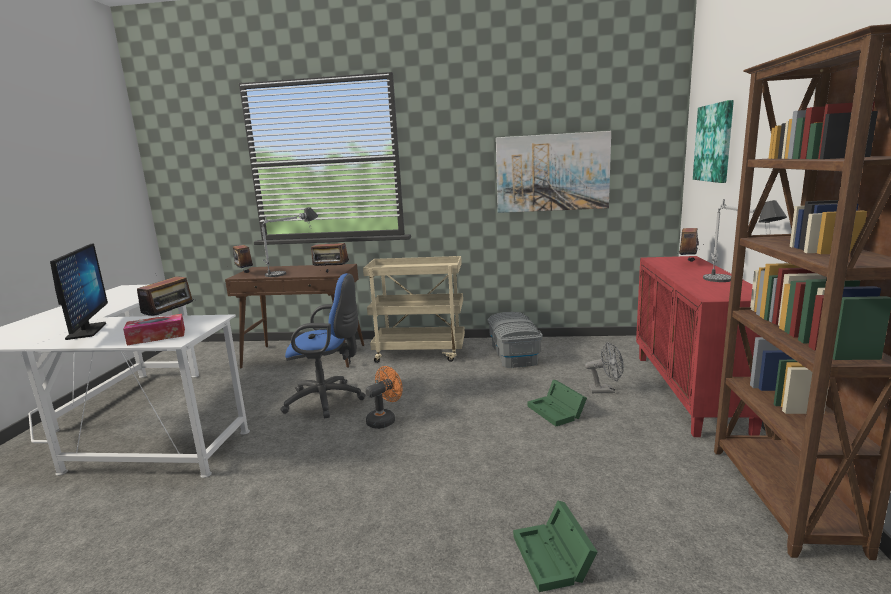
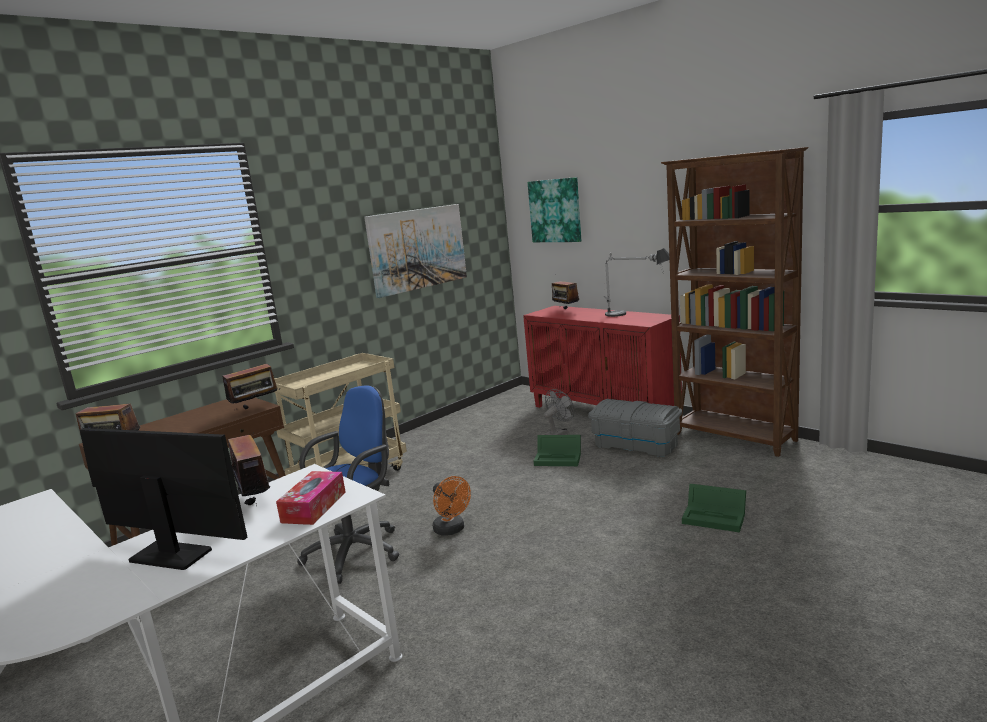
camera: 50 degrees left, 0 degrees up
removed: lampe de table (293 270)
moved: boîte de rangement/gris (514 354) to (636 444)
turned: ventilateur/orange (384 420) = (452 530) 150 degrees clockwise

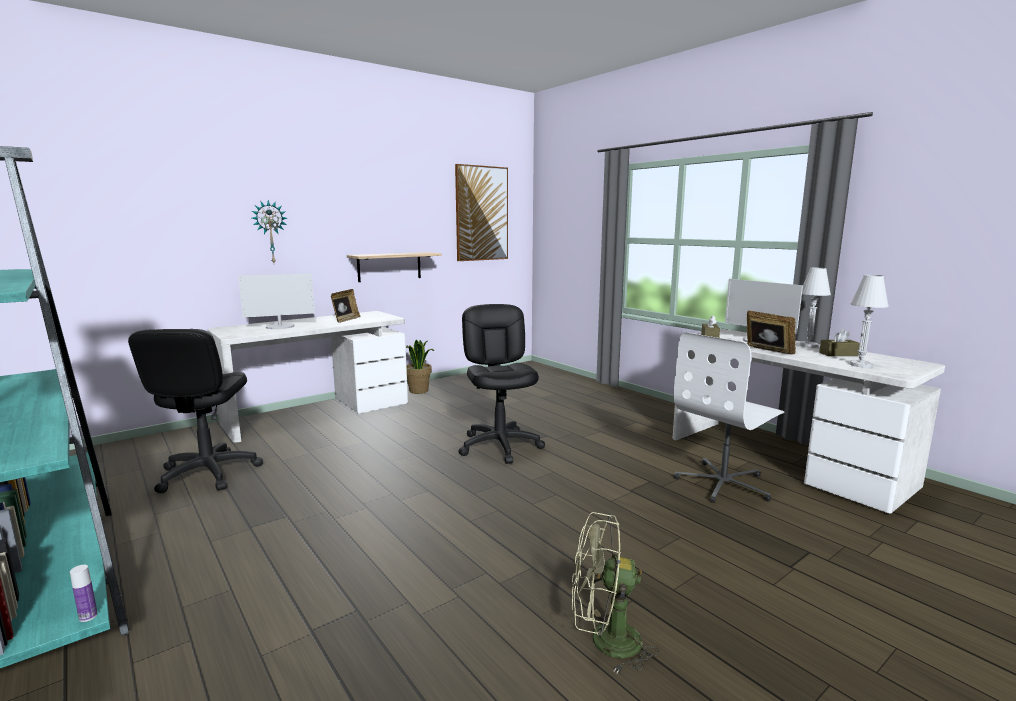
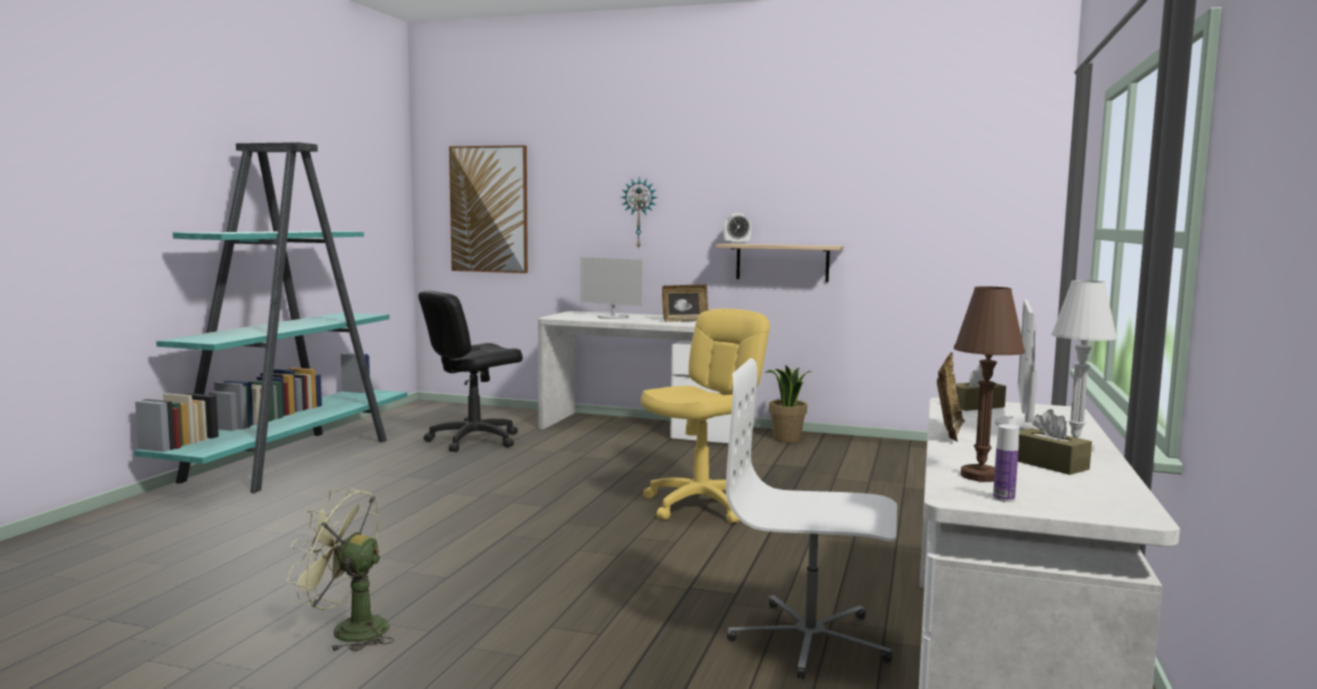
camera: 55 degrees right, 5 degrees down
added: réveil (736 243)
moved: bouteille (88 616) to (1003 498); tableau (481 213) to (489 209)
recoloured: chaise de bureau/noir (500 446) to chaise de bureau/jaune (701 505); lampe de table/blanc (860 365) to lampe de table/marron (980 476)
turned: ventilateur/vert (604 642) = (348 630) 45 degrees counterclockwise

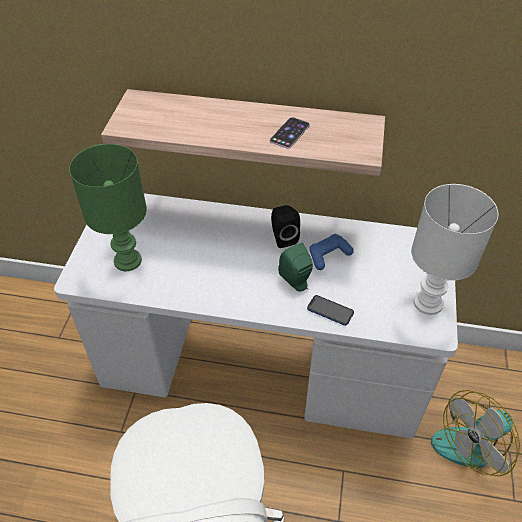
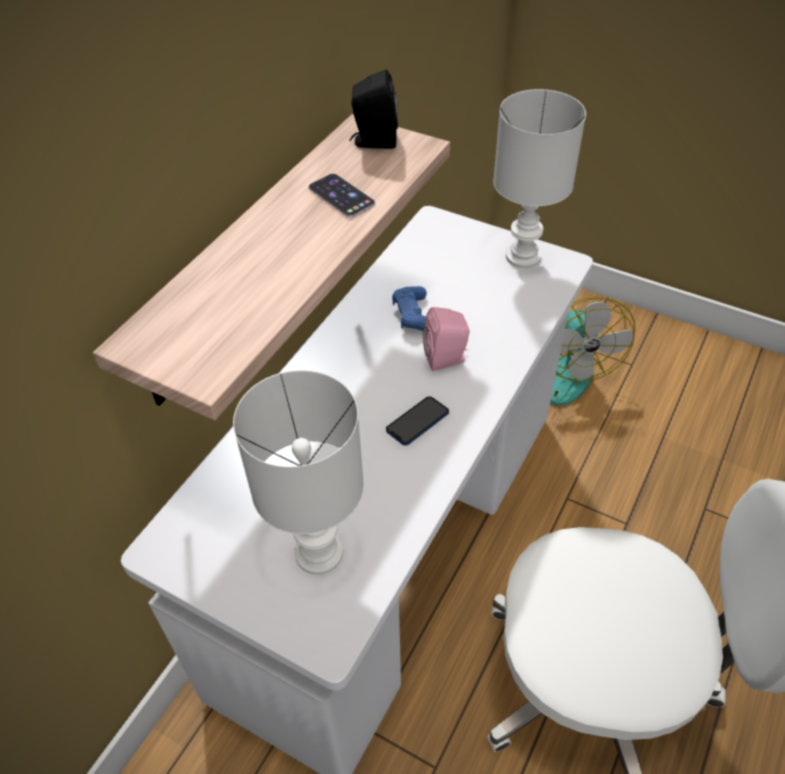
camera: 70 degrees left, 0 degrees up
moved: enceinte/noir (283 237) to (373 142); téléphone (330 311) to (417 422)
recoloured: lampe de table/vert (127 260) to lampe de table/blanc (317 553); enceinte/vert (296 282) to enceinte/rose (447 359)

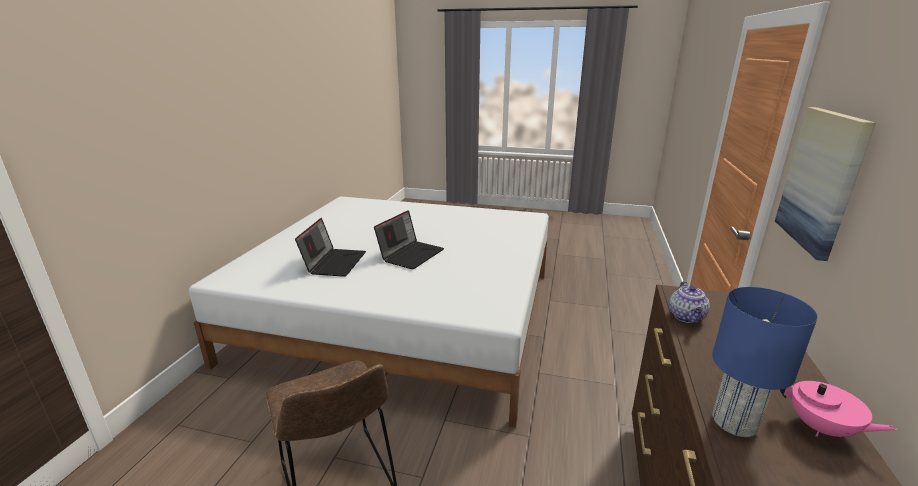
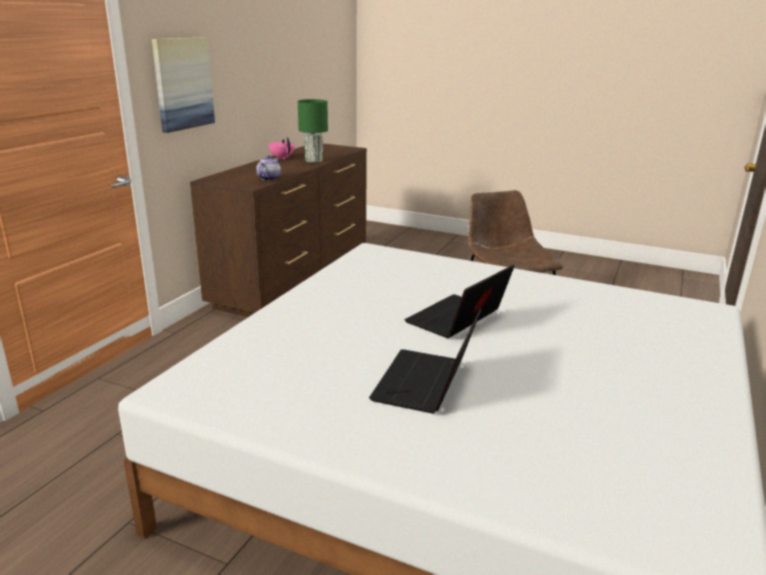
camera: 170 degrees left, 0 degrees up
moved: ordinateur portable (334 262) to (426 384)
recoloured: lampe de table/bleu (734 421) to lampe de table/vert (313 161)

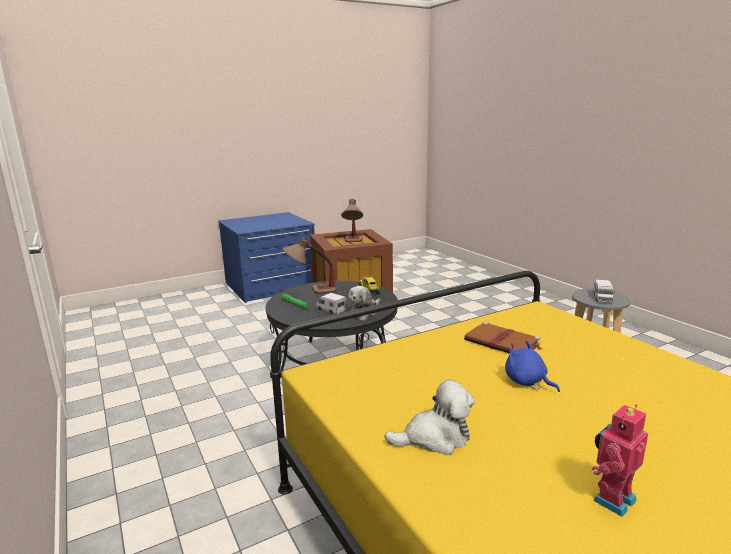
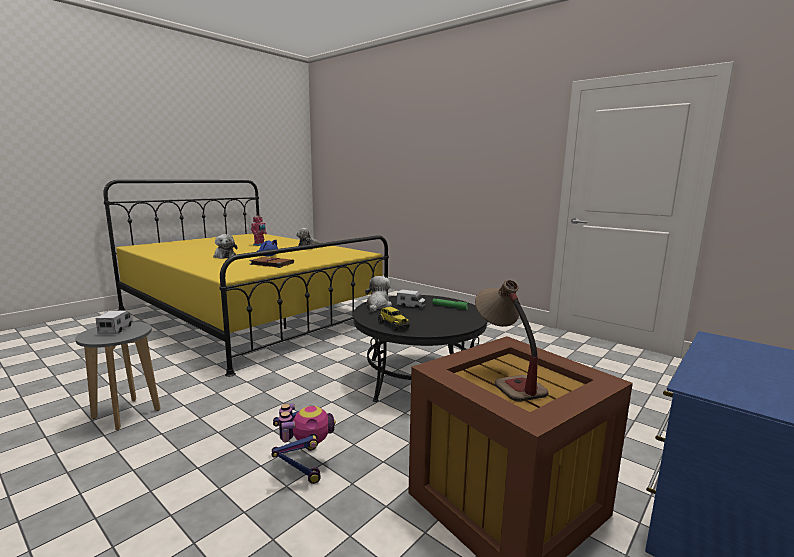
camera: 160 degrees right, 5 degrees down
removed: lampe de table (311 291)
added: peluche (224 256); robot jouet (303 464)

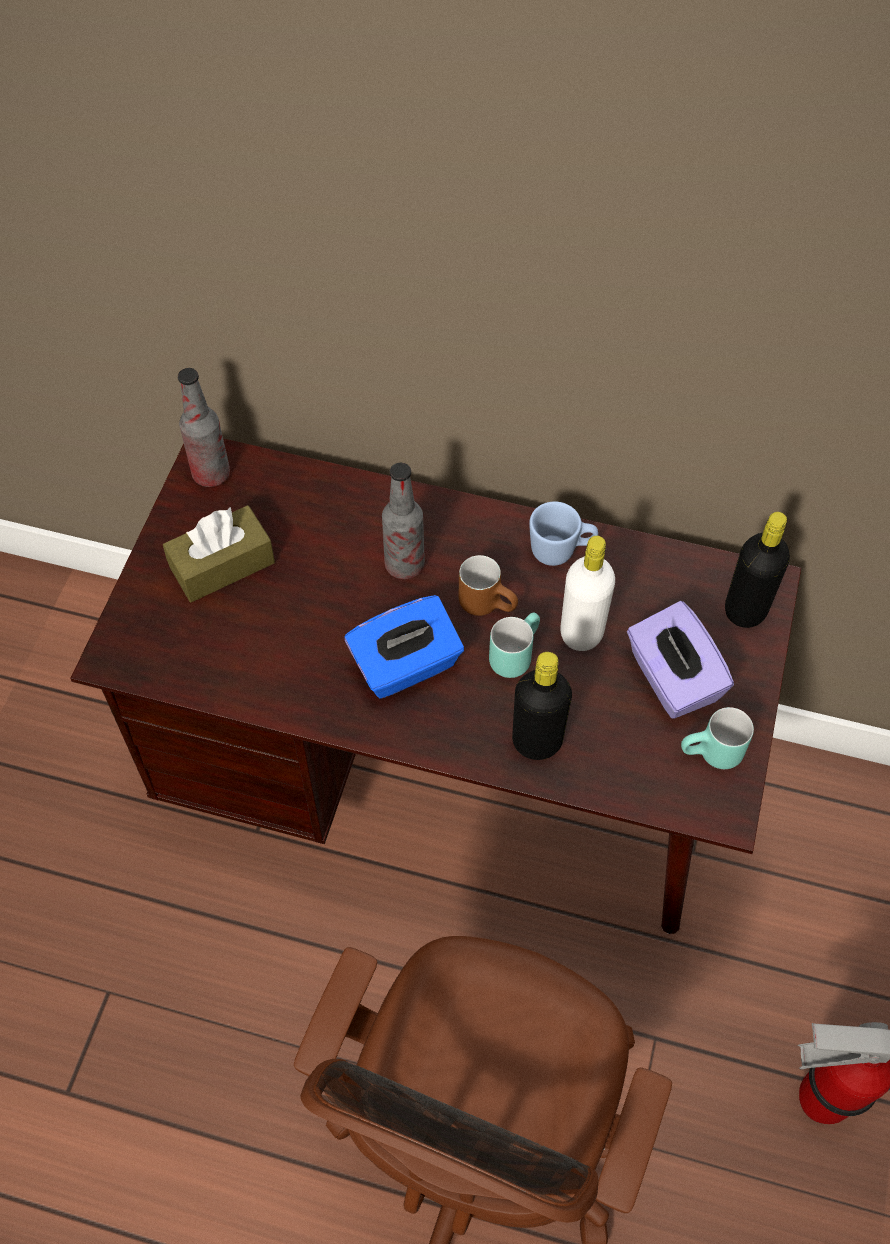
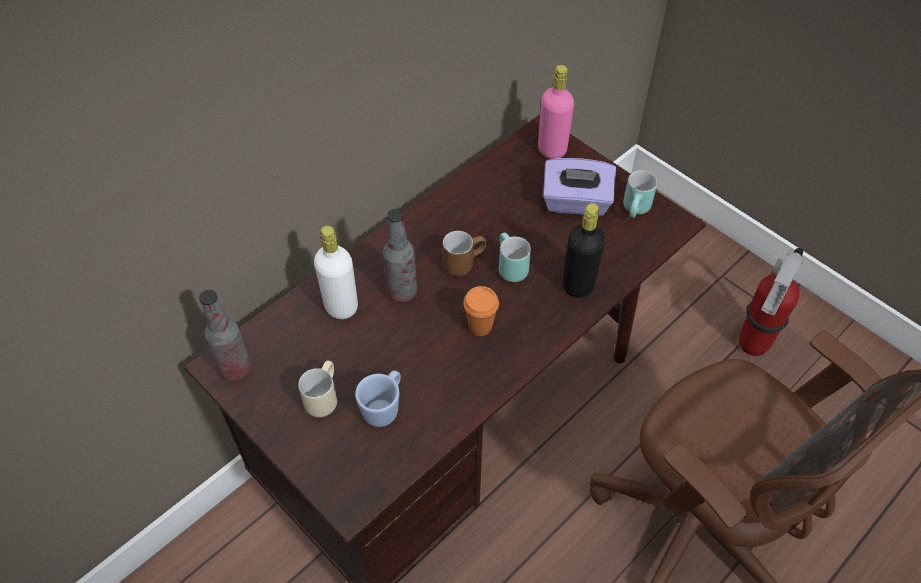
camera: 60 degrees left, 5 degrees down
moved: mug/bleu (561 551) to (384 407); bouteille/blanc (581 633) to (341 307)
replaced: boîte à mouchoirs/marron (222 565) to mug/beige (321 396); boîte à mouchoirs/bleu (406 666) to tasse/orange (480 326)
recoloured: bouteille/noir (745 610) to bouteille/rose (552 149)

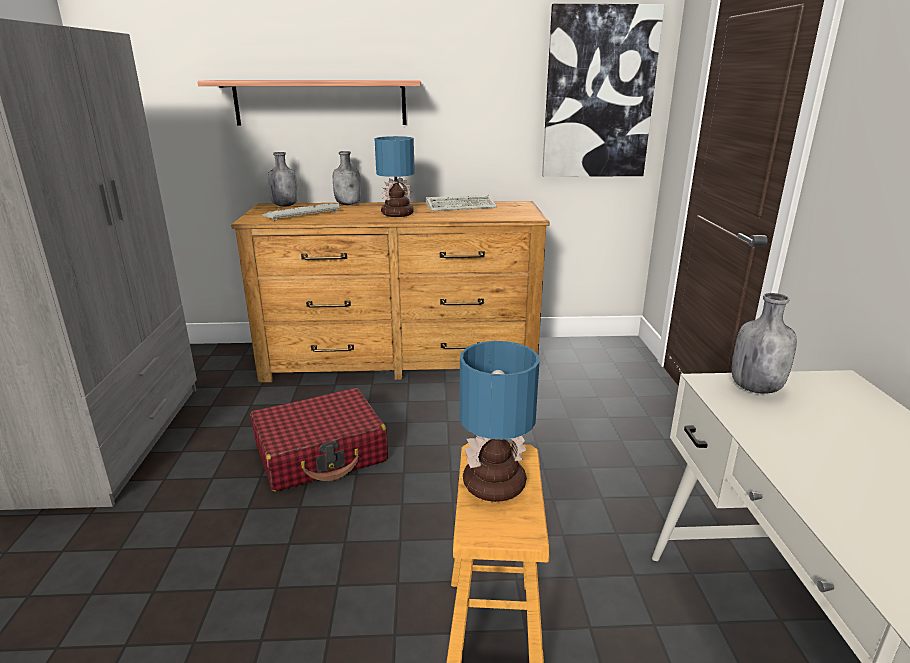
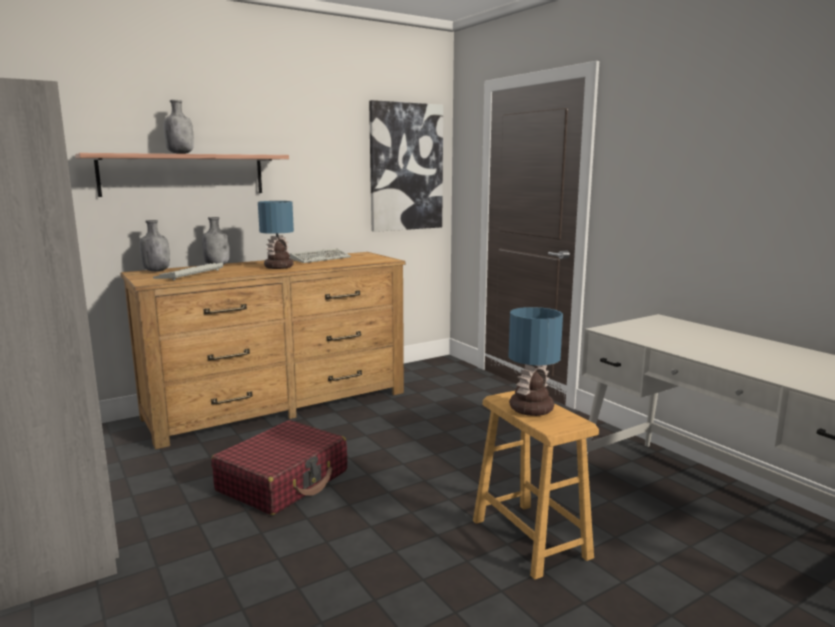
camera: 30 degrees left, 10 degrees down
moved: bouteille/gris (755 387) to (180 153)

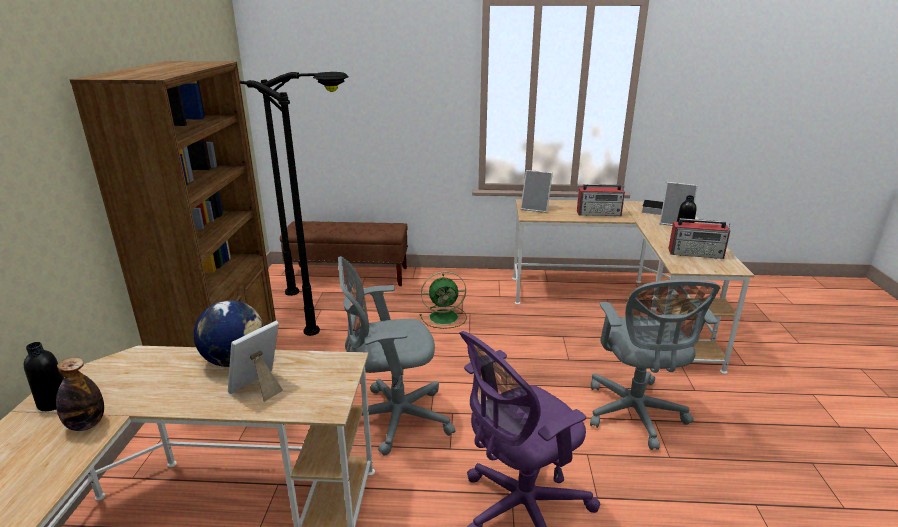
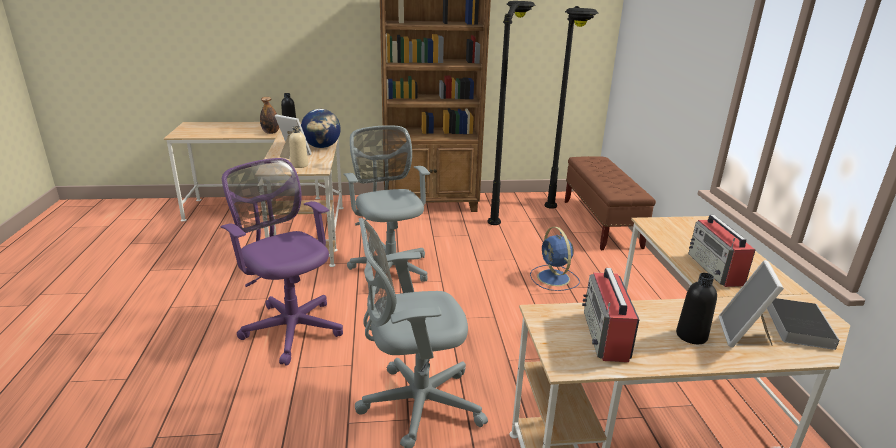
camera: 80 degrees right, 0 degrees up
removed: cadre photo (536 208)
added: bouteille/beige (299 165)
recoloured: ventilateur/vert (445 317) to ventilateur/bleu (554 278)

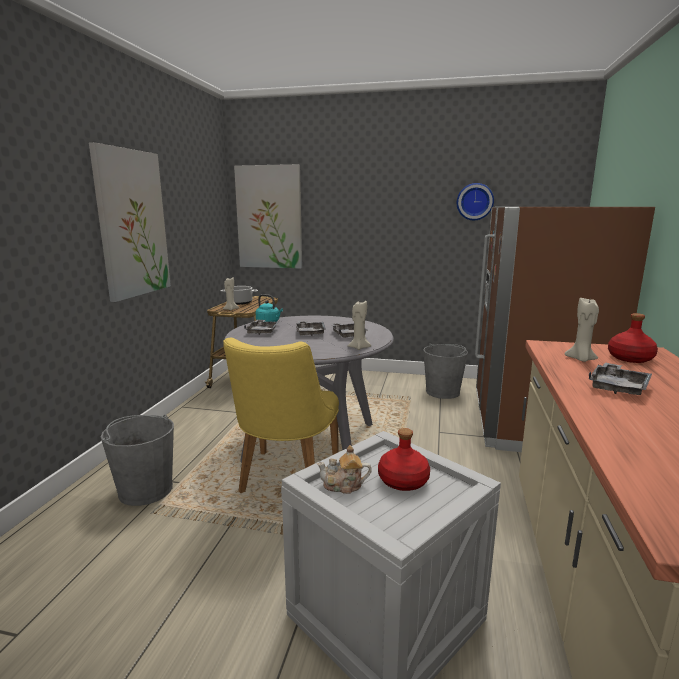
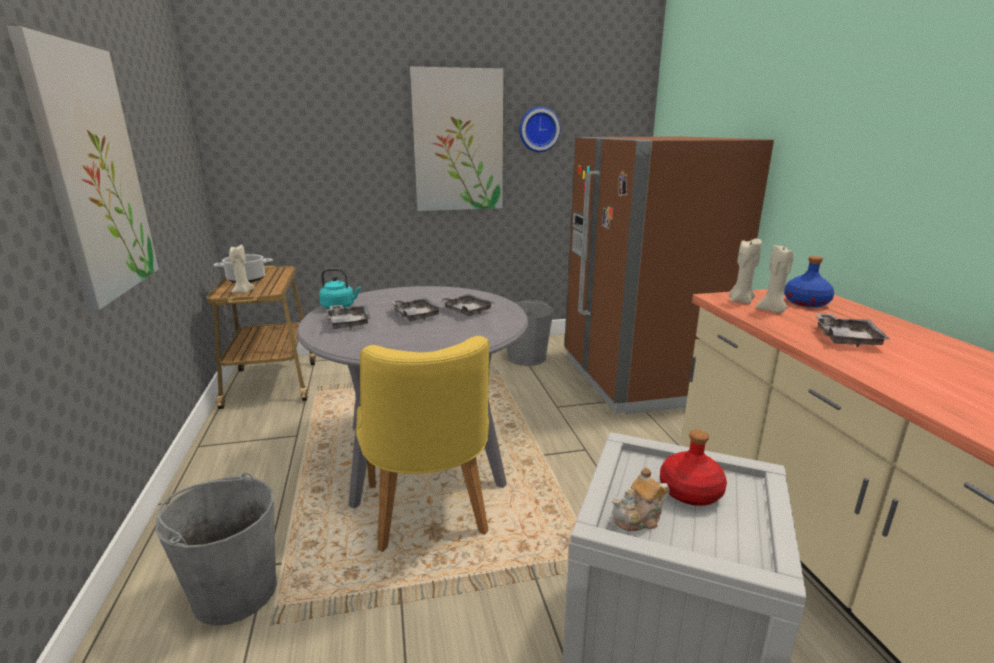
camera: 25 degrees left, 5 degrees up
moved: tableau (269 217) to (458 141); bougie/beige (359 347) to (740 301)
recoloured: bouteille/rouge (630 358) to bouteille/bleu (806 303)

